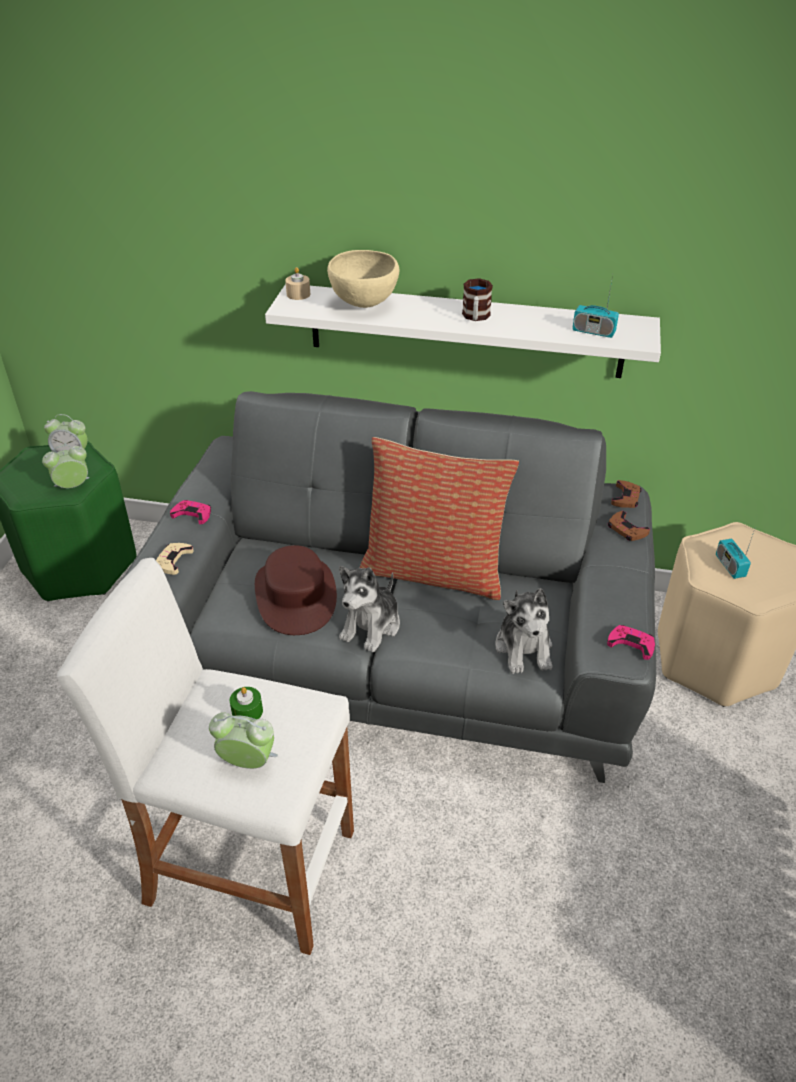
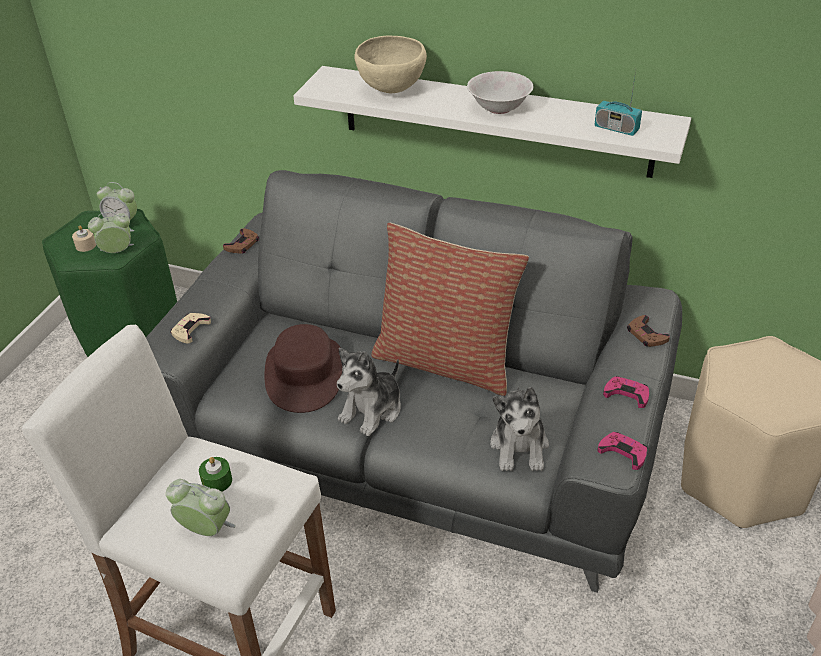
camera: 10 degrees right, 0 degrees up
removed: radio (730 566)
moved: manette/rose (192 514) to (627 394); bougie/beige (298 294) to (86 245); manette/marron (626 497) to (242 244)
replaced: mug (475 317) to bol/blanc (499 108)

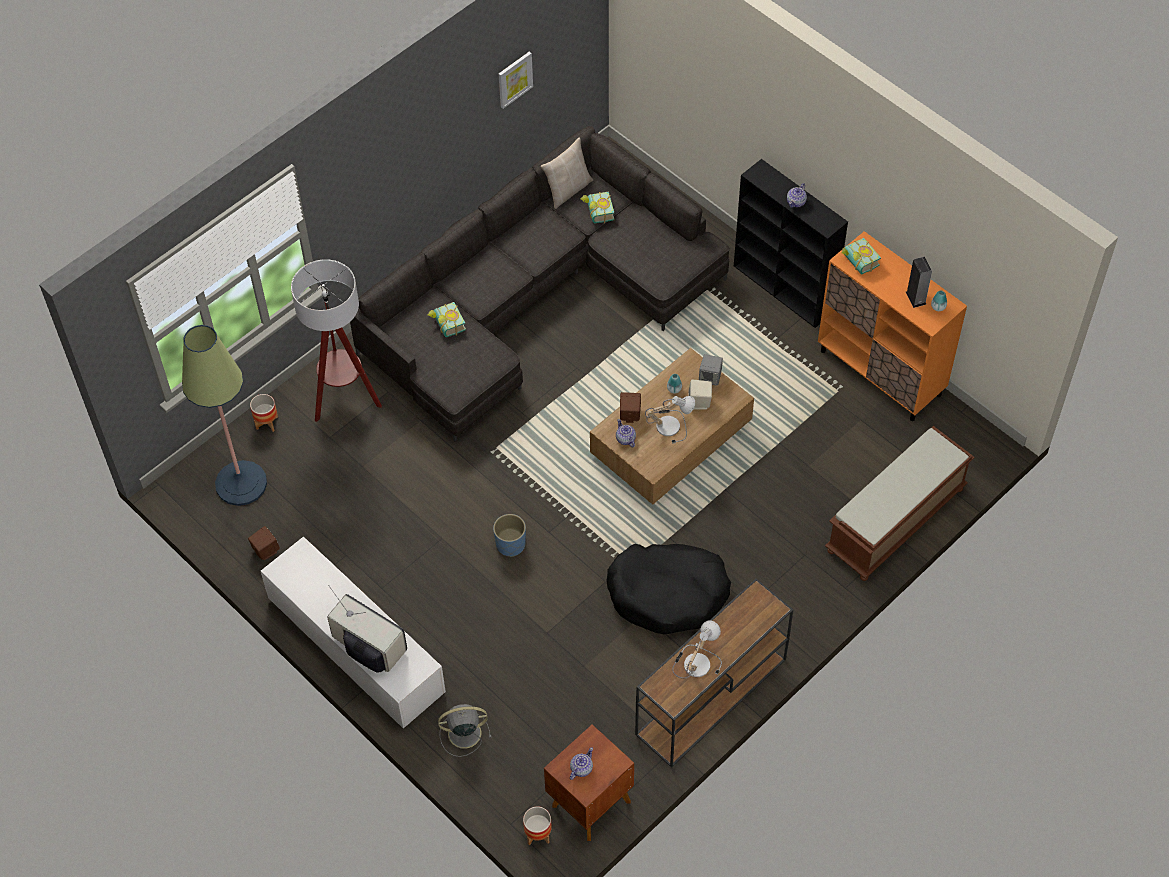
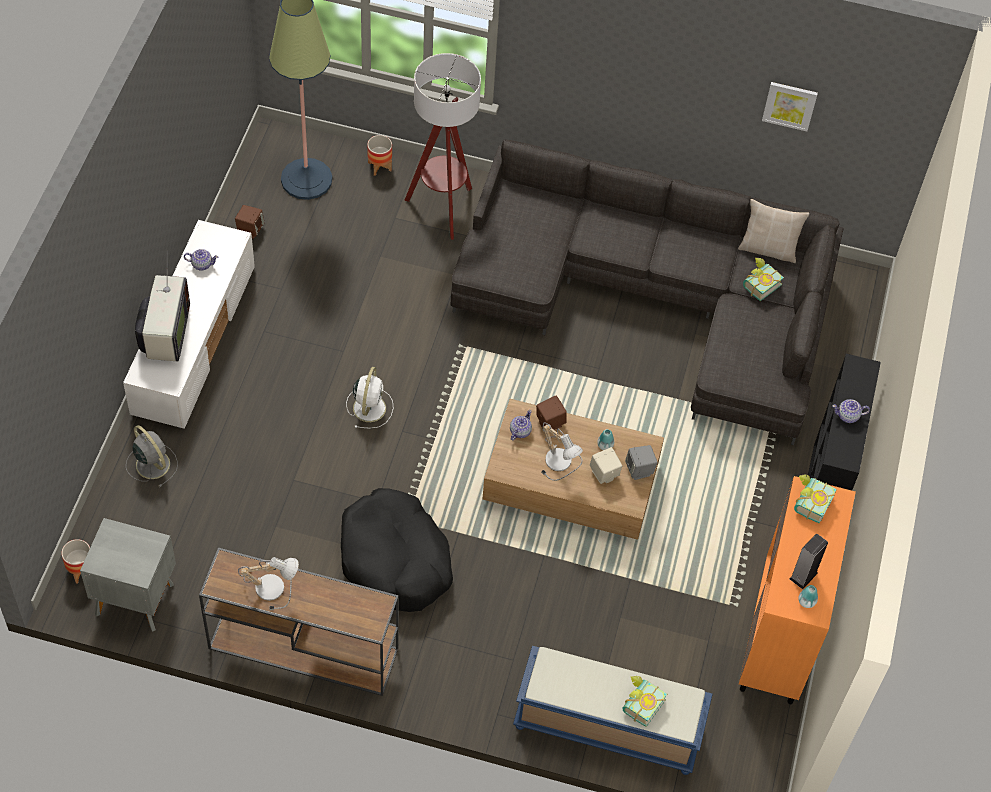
camera: 55 degrees right, 0 degrees up
moved: livre (446 326) to (639 704); théière (581 768) to (201 264)
replaced: cache-pot/bleu (510 544) to ventilateur/blanc (369 407)
recoloured: table de chevet/marron (589 803) to table de chevet/gris (134 597); banc/marron (895 521) to banc/bleu (606 727)

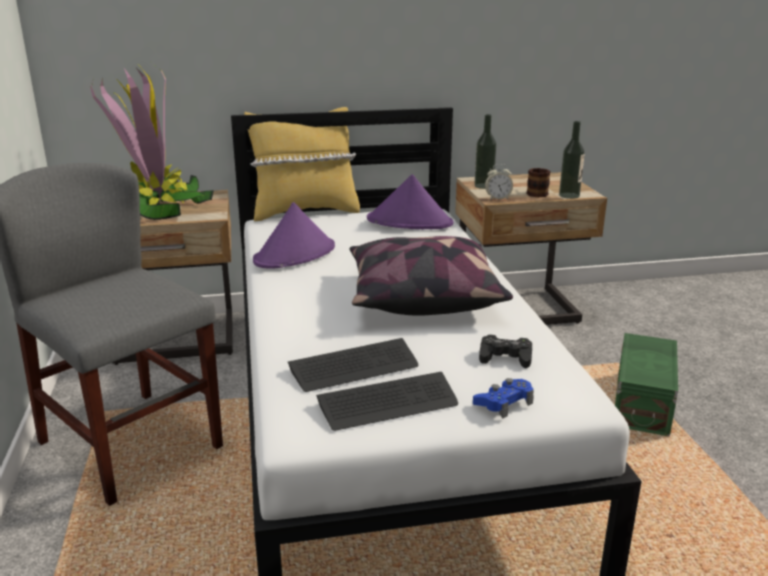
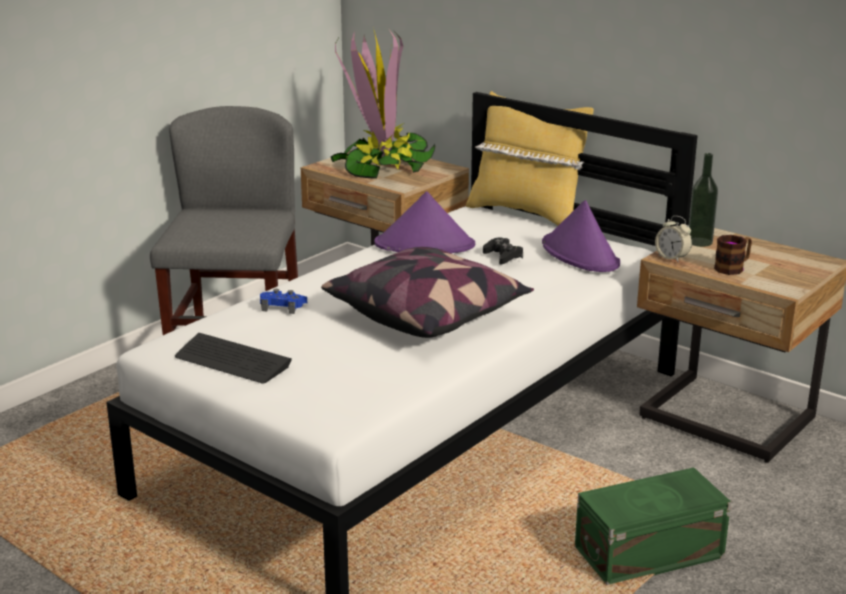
camera: 50 degrees right, 0 degrees up
removed: clavier (354 367); bouteille (569 195)
moved: manette/bleu (503 403) to (283 307); manette/noir (505 357) to (503 256)

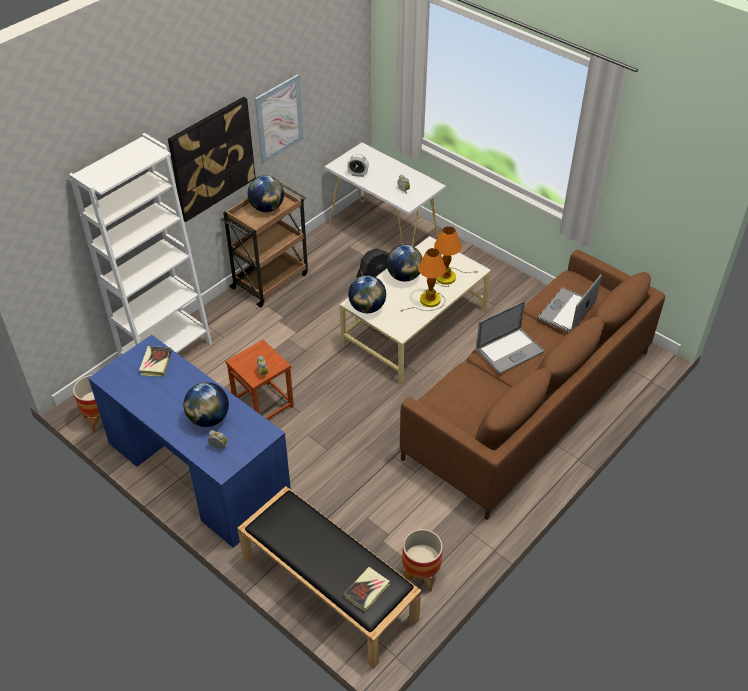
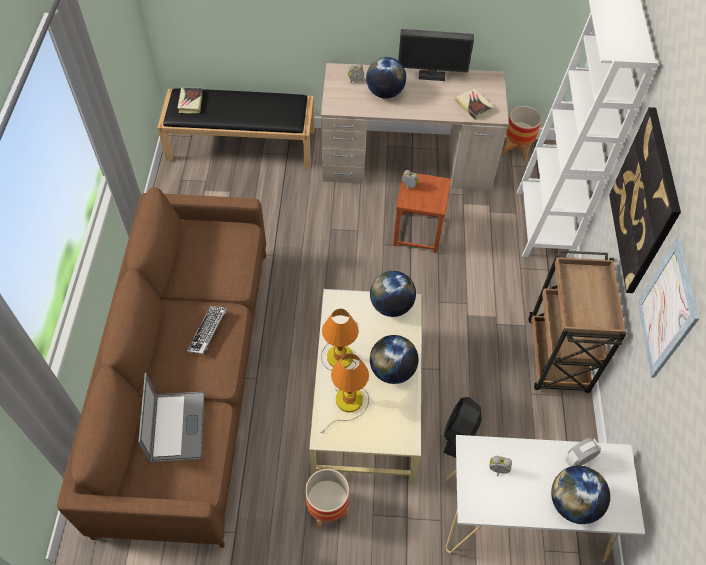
camera: 140 degrees right, 10 degrees up
added: écran d'ordinateur (431 76)
moved: globe (267 208) to (573 503); cache-pot (421 576) to (327 510)
replaced: ordinateur portable (509 351) to clavier (208 332)
recoloured: bureau/bleu (198 468) to bureau/beige (408 160)

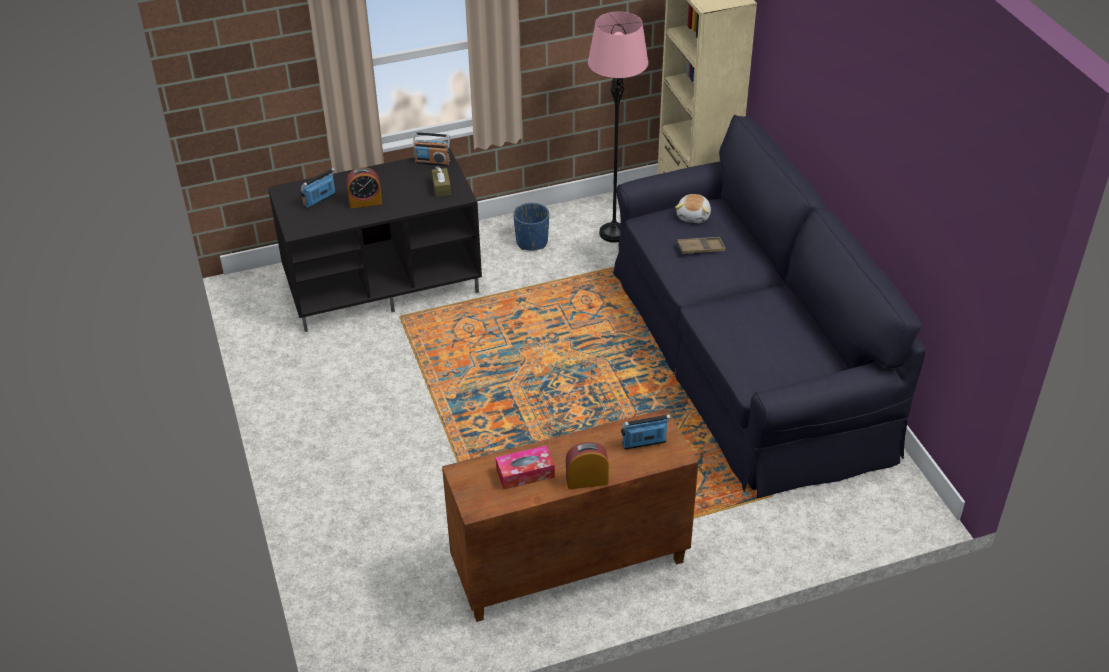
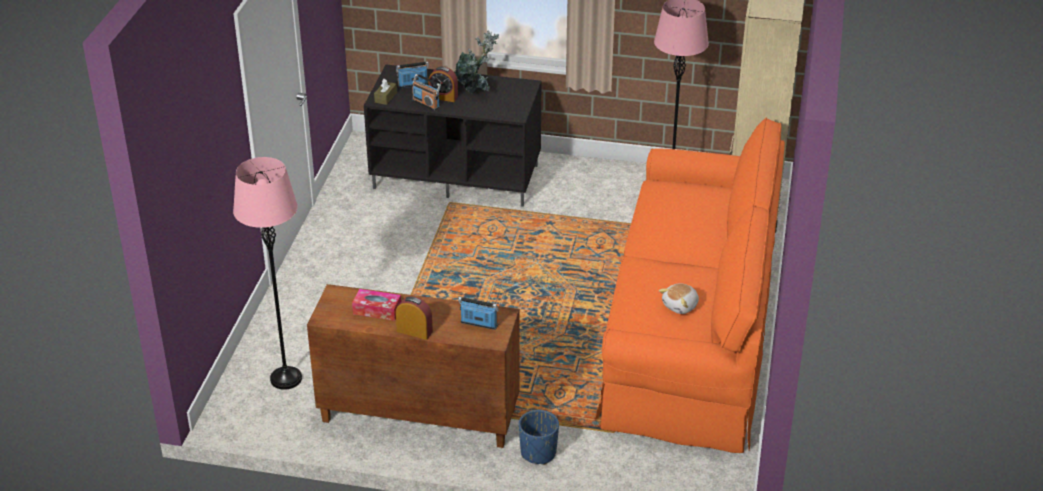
camera: 30 degrees right, 5 degrees down
removed: plateau/marron (701 248)
added: lampadaire/rose (286 379); plante en pot (476 89)
moved: radio (432 161) to (426 103); boîte à mouchoirs/marron (441 187) to (385 97); cache-pot/bleu (532 242) to (538 453); peluche (694 216) to (681 306)
recoloured: canapé/noir (745 356) to canapé/orange (691 328)

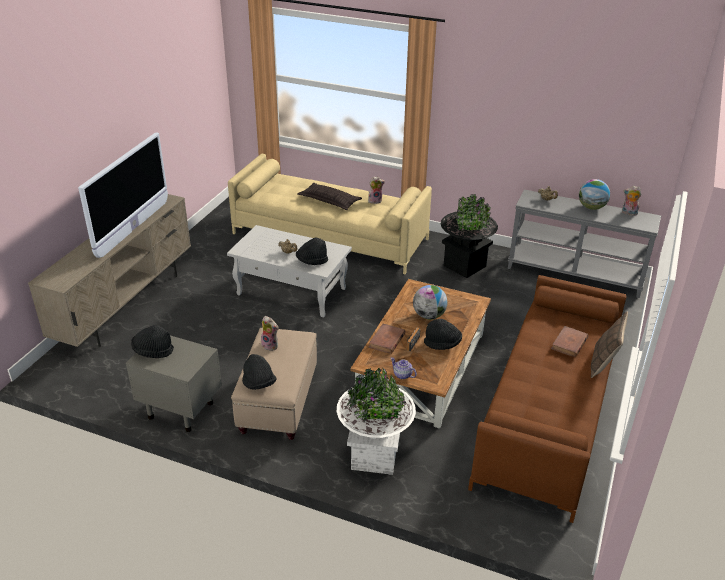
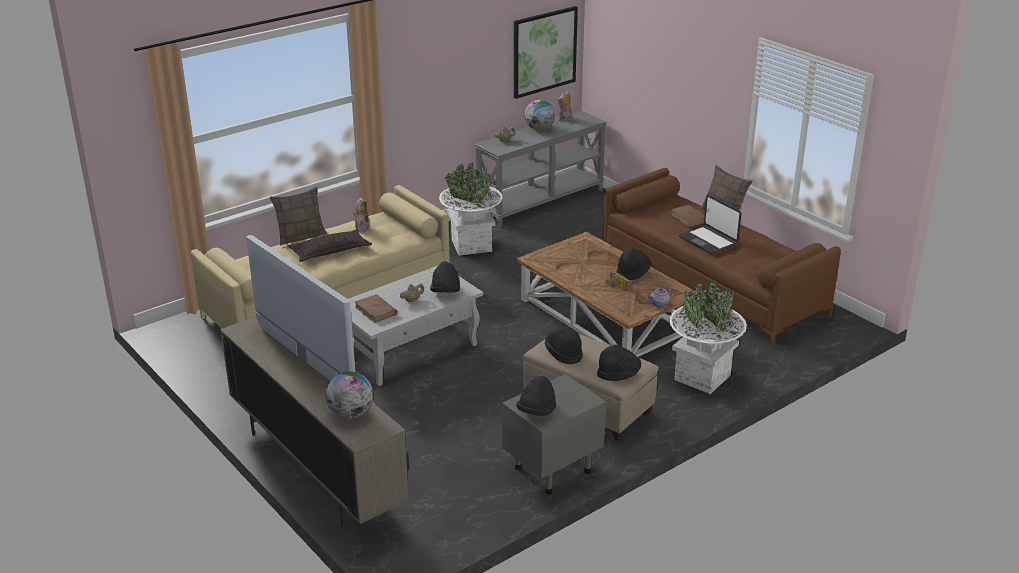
camera: 60 degrees left, 5 degrees down
added: coussin (300 236); tableau (544 51); ordinateur portable (708 240)
moved: livre/marron (387 341) to (376 311); globe (429 315) to (351 414)
replaced: peluche (271 345) to chapeau/noir (564 354)
recoloured: cache-pot/noir (465 266) to cache-pot/blanc (471 245)

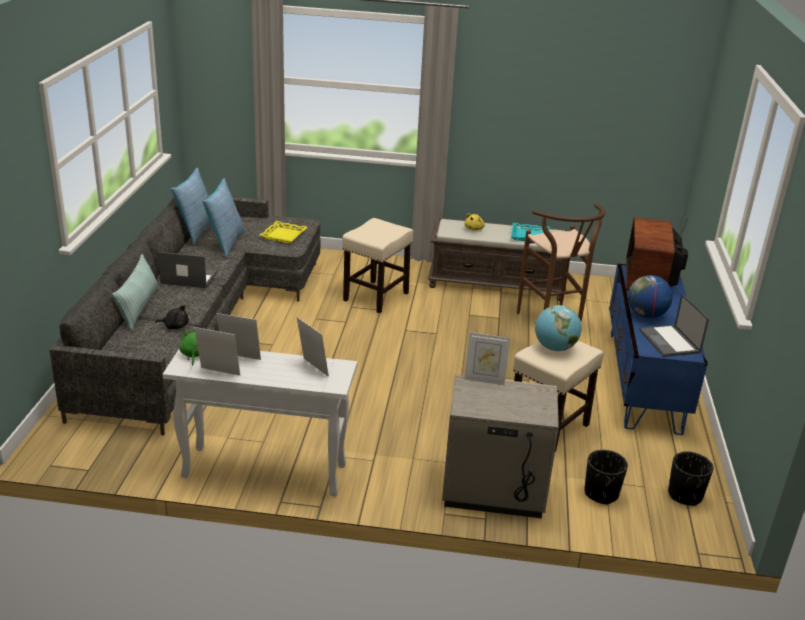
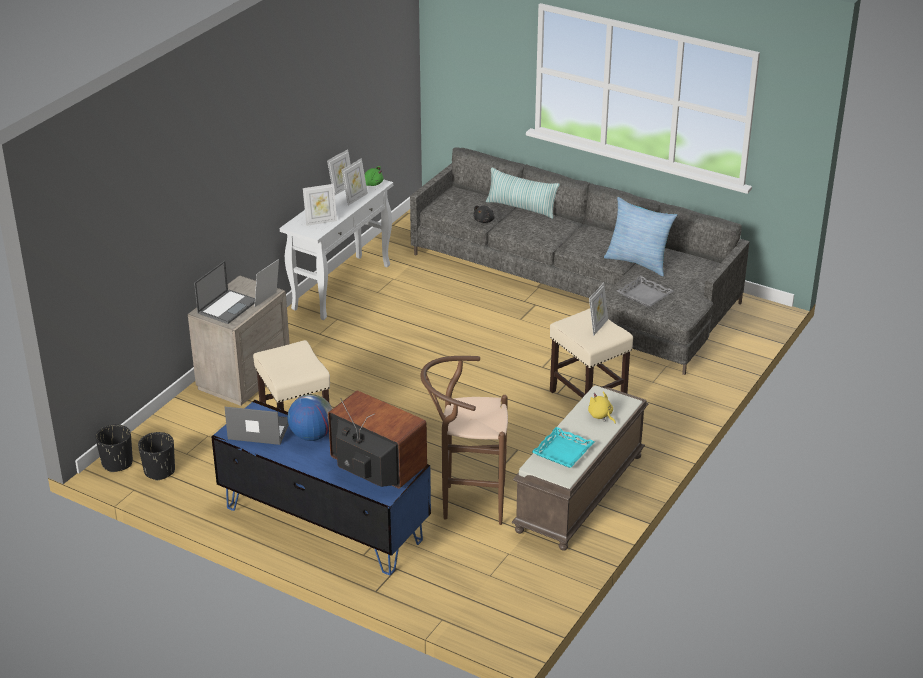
camera: 115 degrees right, 5 degrees up
removed: coussin (196 231); globe (554 348)
added: cadre photo (597 326)
moved: ordinateur portable (188 277) to (227 306); cache-pot/noir (601 493) to (117 463)
recoloured: plateau/jaune (283 235) to plateau/gris (645 295)

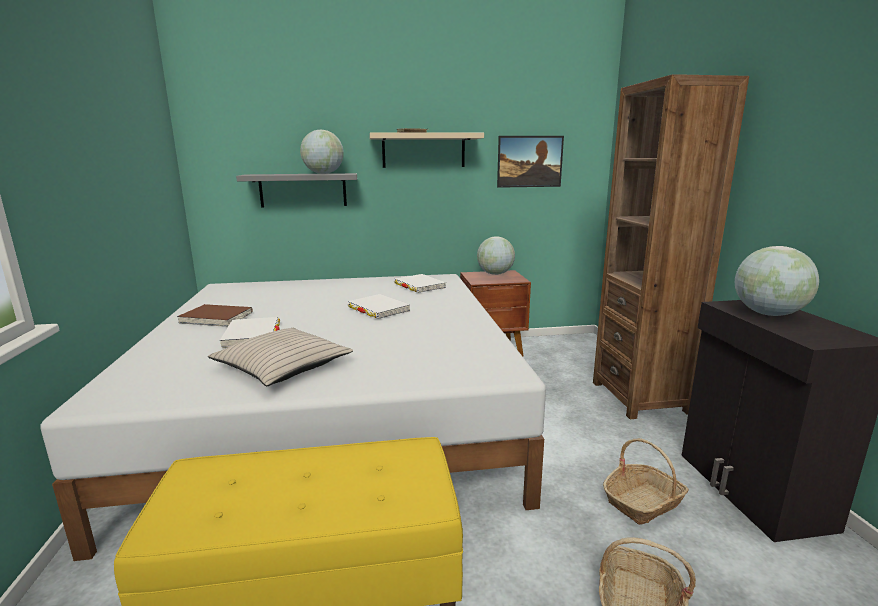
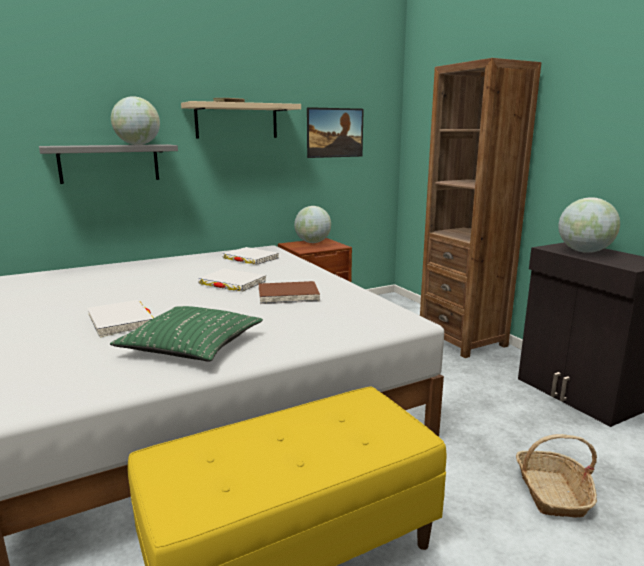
camera: 20 degrees left, 0 degrees up
removed: panier (643 502)
moved: livre/marron (216 318) to (288 295)
recoloured: coussin/beige (283 367) to coussin/vert (191 345)

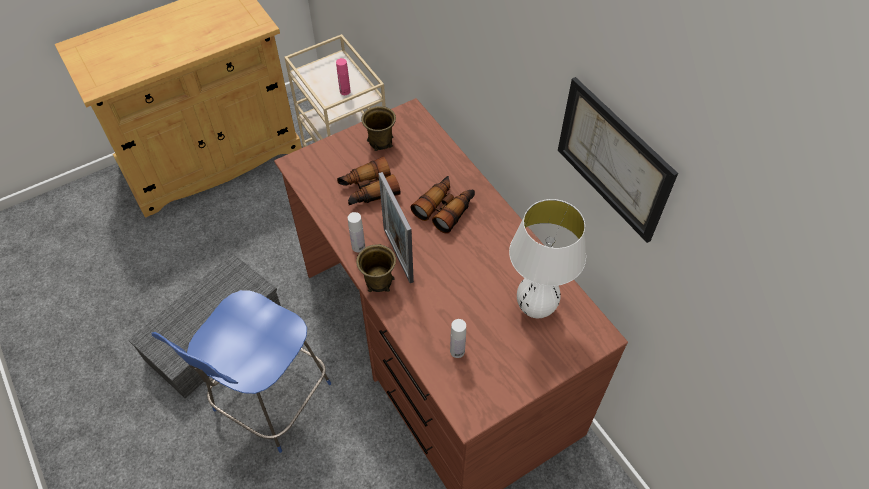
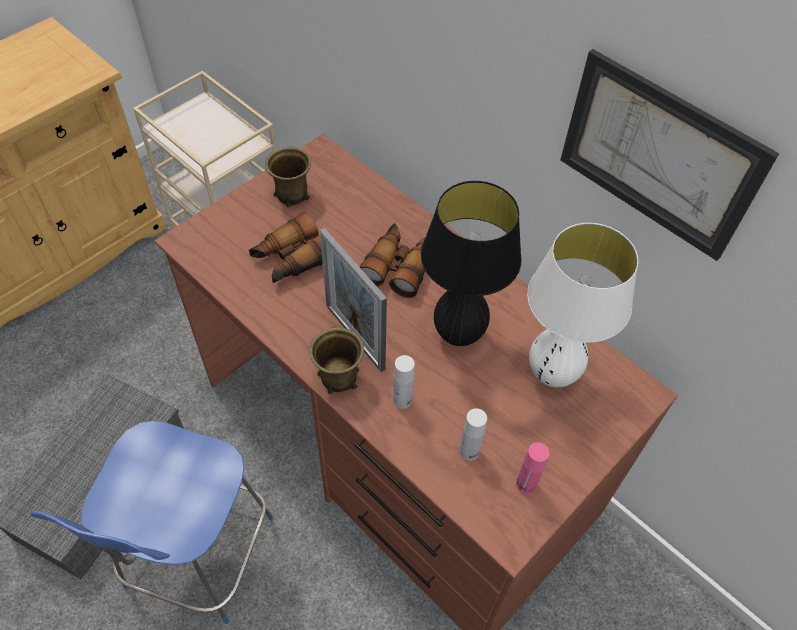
camera: 15 degrees left, 0 degrees up
added: lampe de table/noir (458 335)
moved: bouteille/rose (345 91) to (526 484); bouteille/blanc (358 247) to (402 400)

